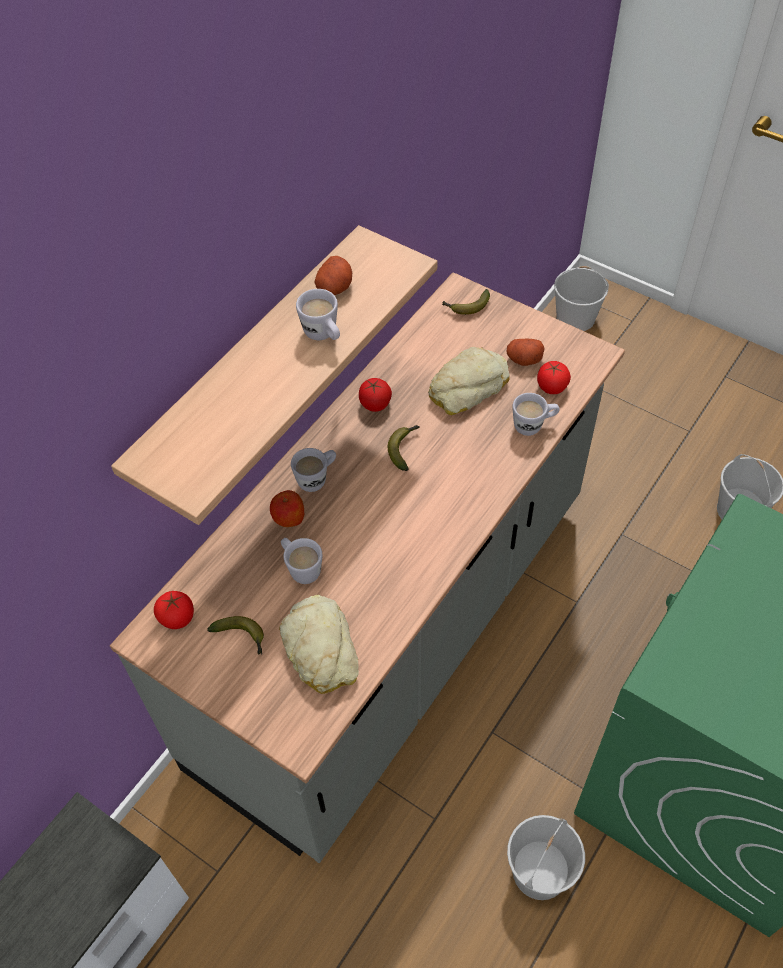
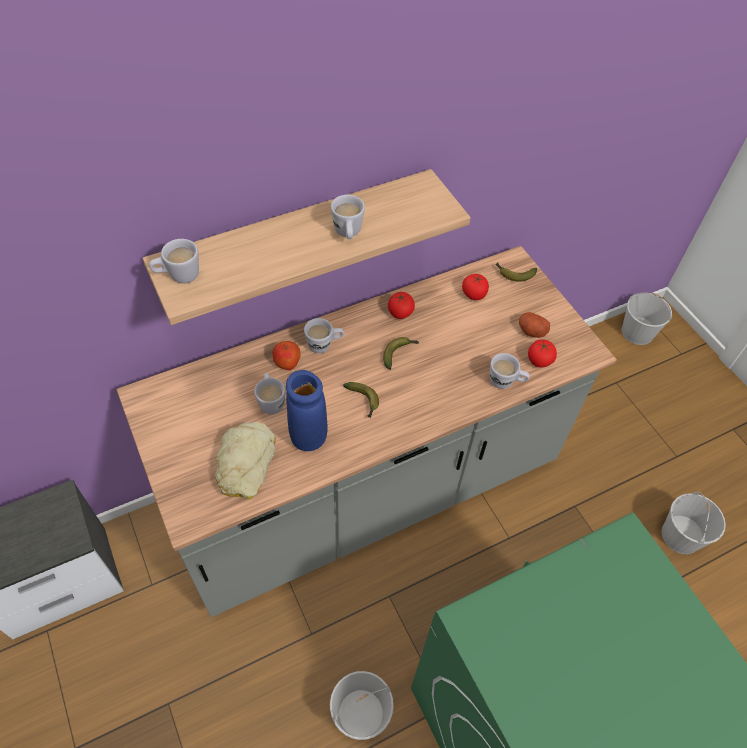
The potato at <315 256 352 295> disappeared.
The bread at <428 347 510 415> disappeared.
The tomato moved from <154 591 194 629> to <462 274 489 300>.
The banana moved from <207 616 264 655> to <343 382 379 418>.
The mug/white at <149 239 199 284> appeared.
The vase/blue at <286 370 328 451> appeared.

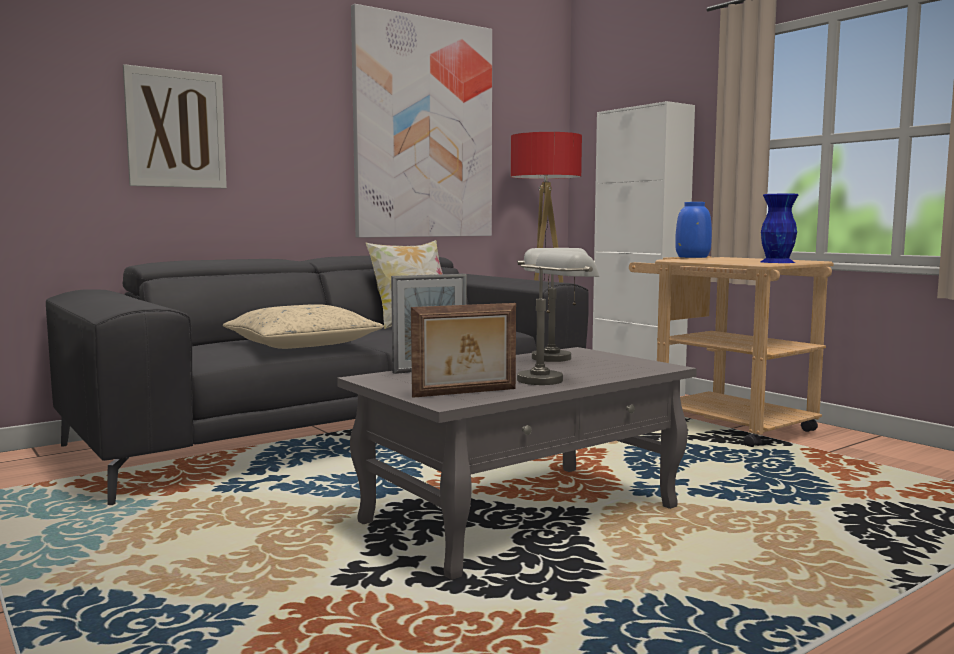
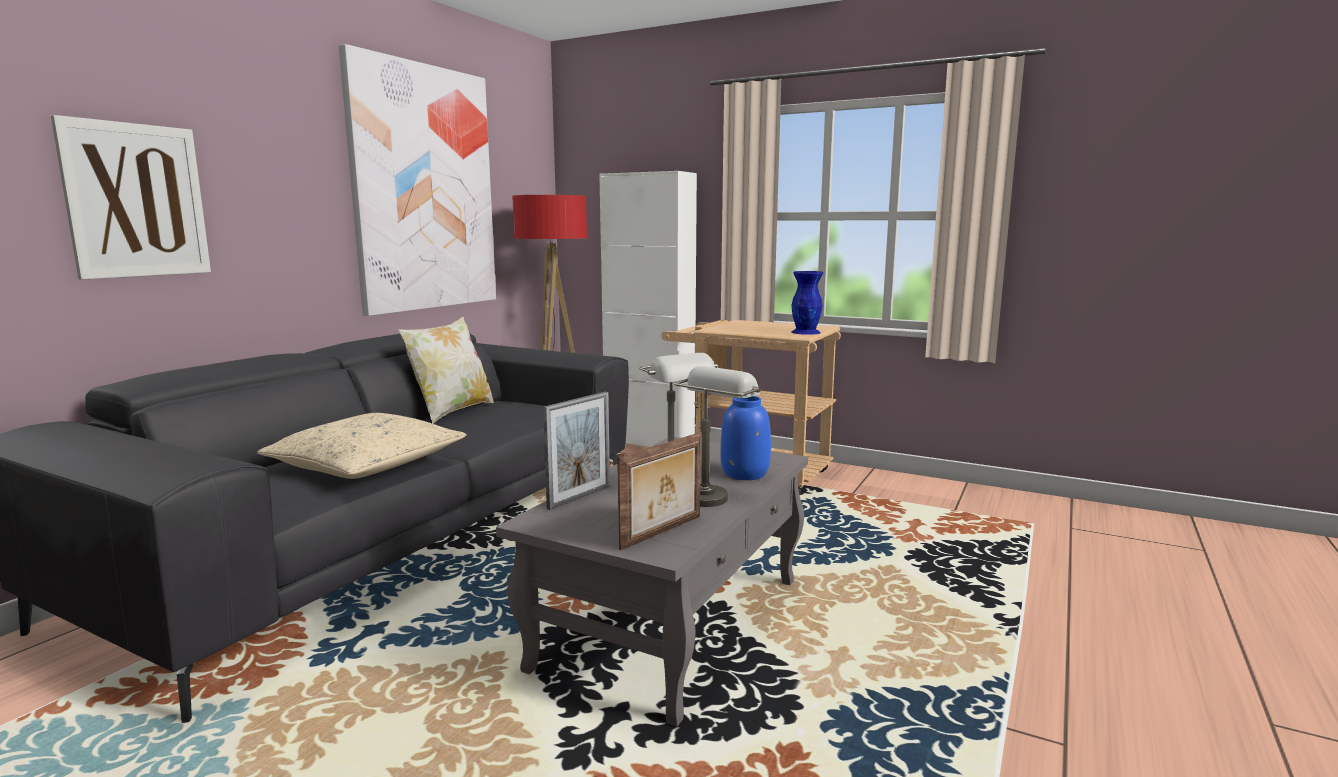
The vase/blue moved from <675 202 712 258> to <720 396 771 480>.

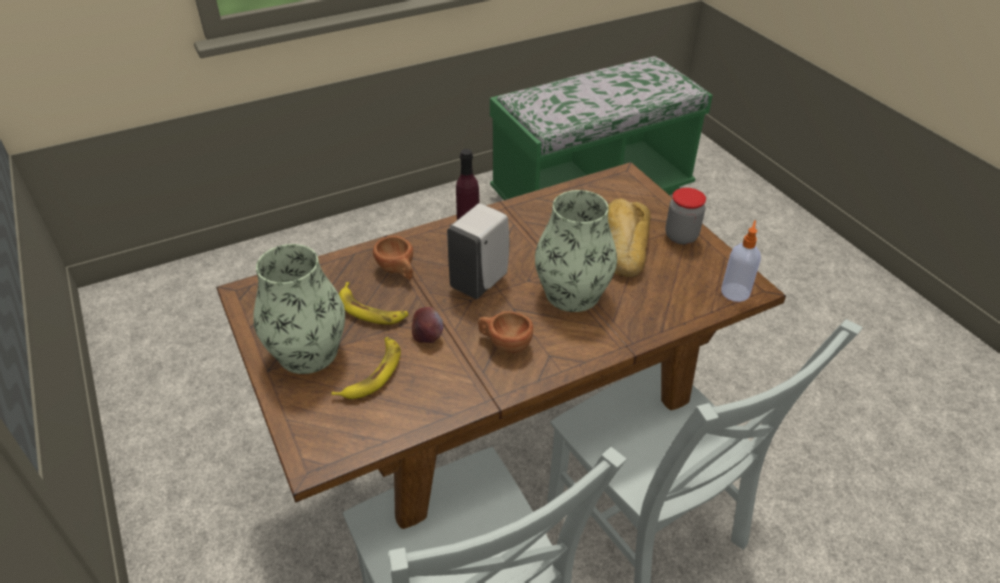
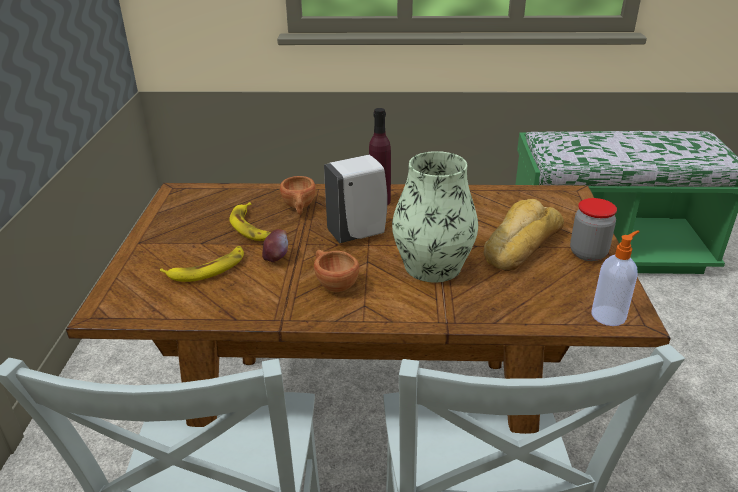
The vase at <253 244 345 374> disappeared.

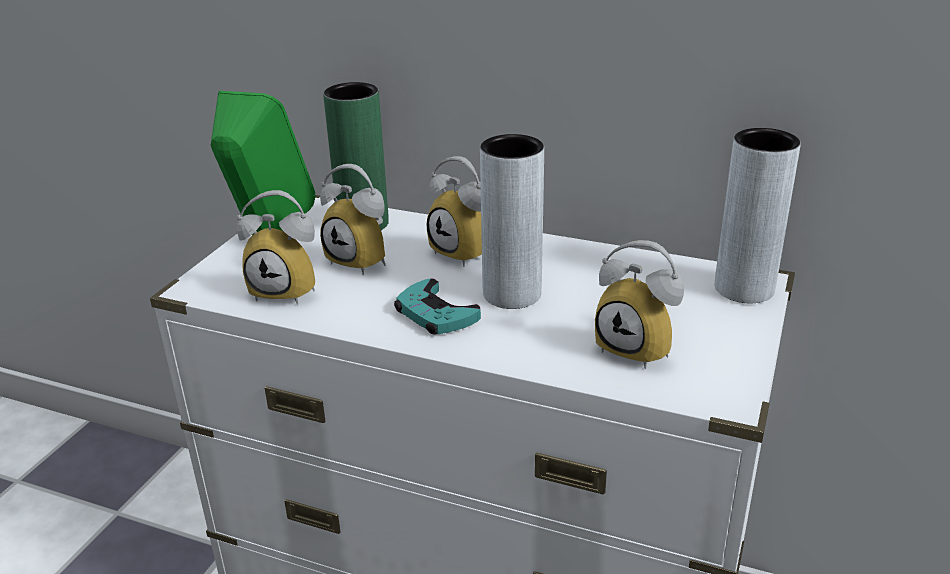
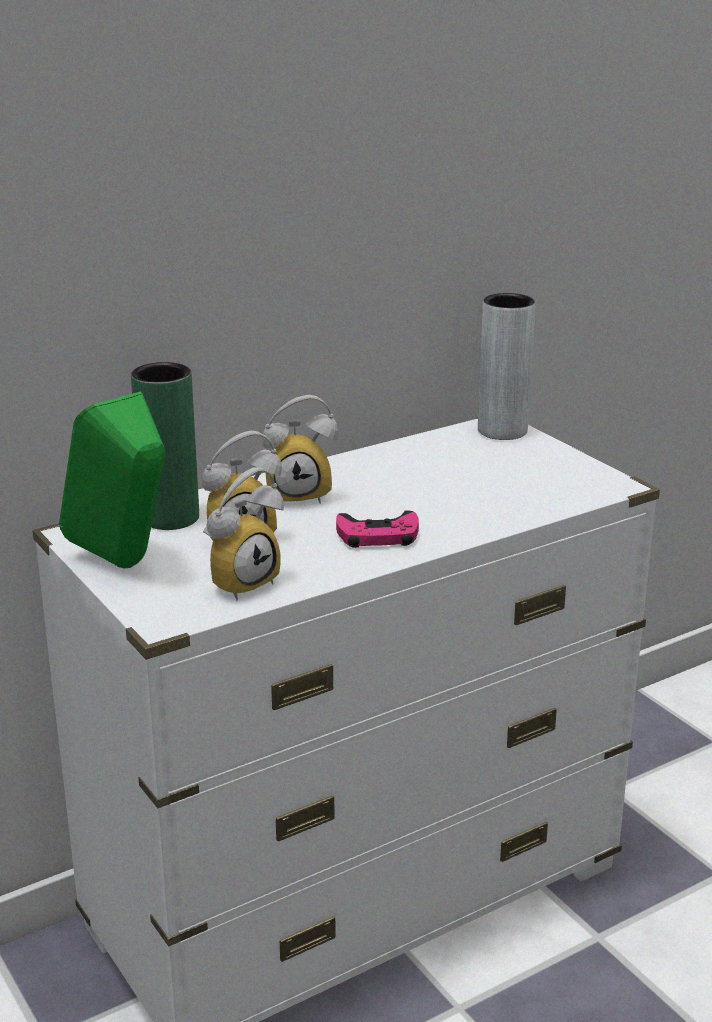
The vase/grey at <480 134 544 309> disappeared.
The alarm clock at <595 240 684 369> disappeared.
The game controller/turquoise at <394 278 481 335> became the game controller/pink at <336 510 419 548>.

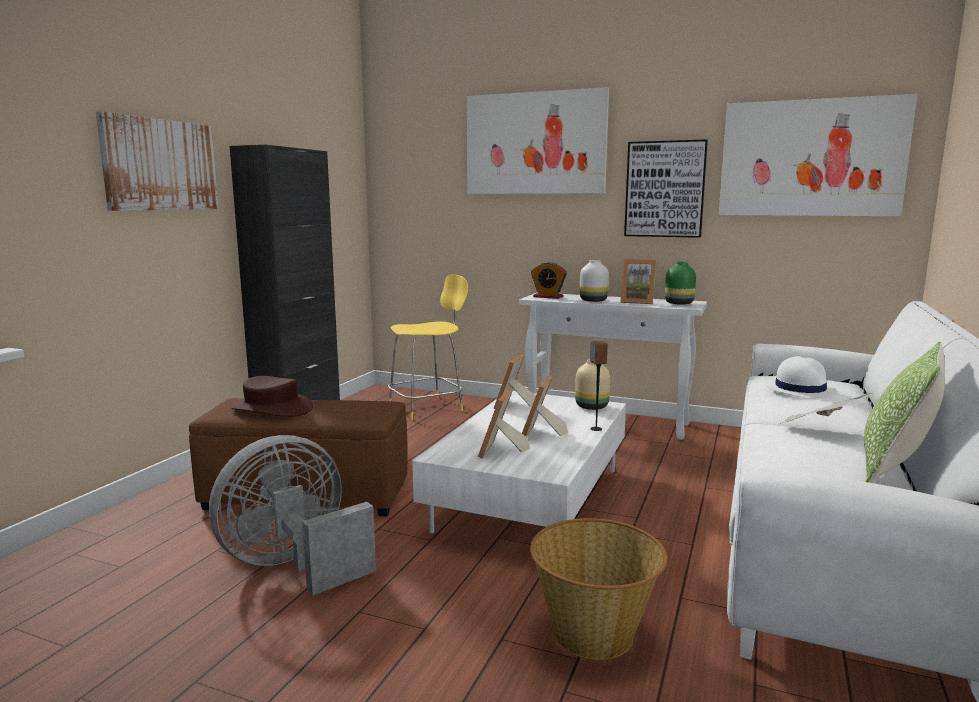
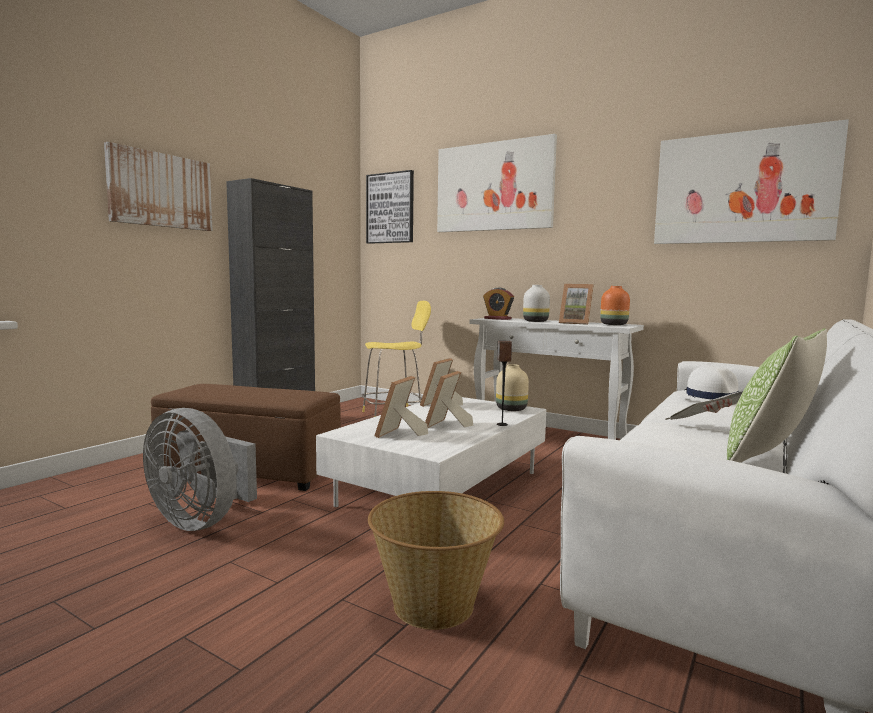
The picture moved from <624 139 708 238> to <366 170 414 244>.
The vase/green at <665 262 696 305> became the vase/orange at <600 286 630 325>.
The hat/brown at <231 376 313 417> disappeared.
The fan/grey at <209 435 376 595> turned 120 degrees counterclockwise.

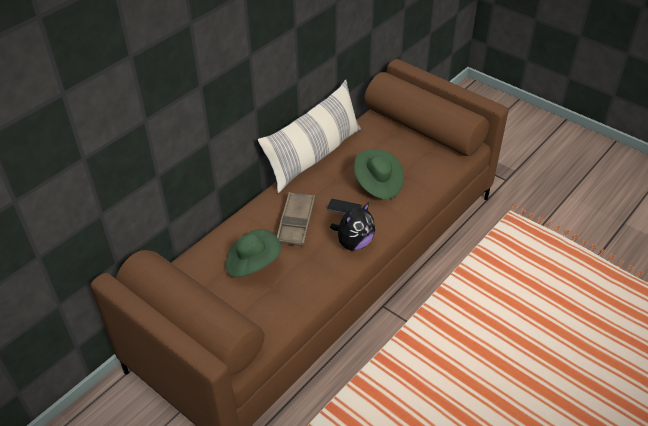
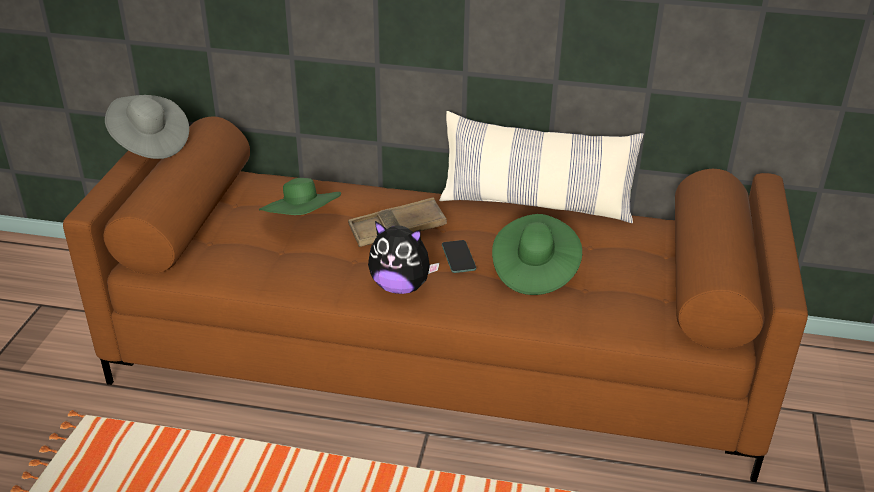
The hat/grey at <105 95 189 159> appeared.

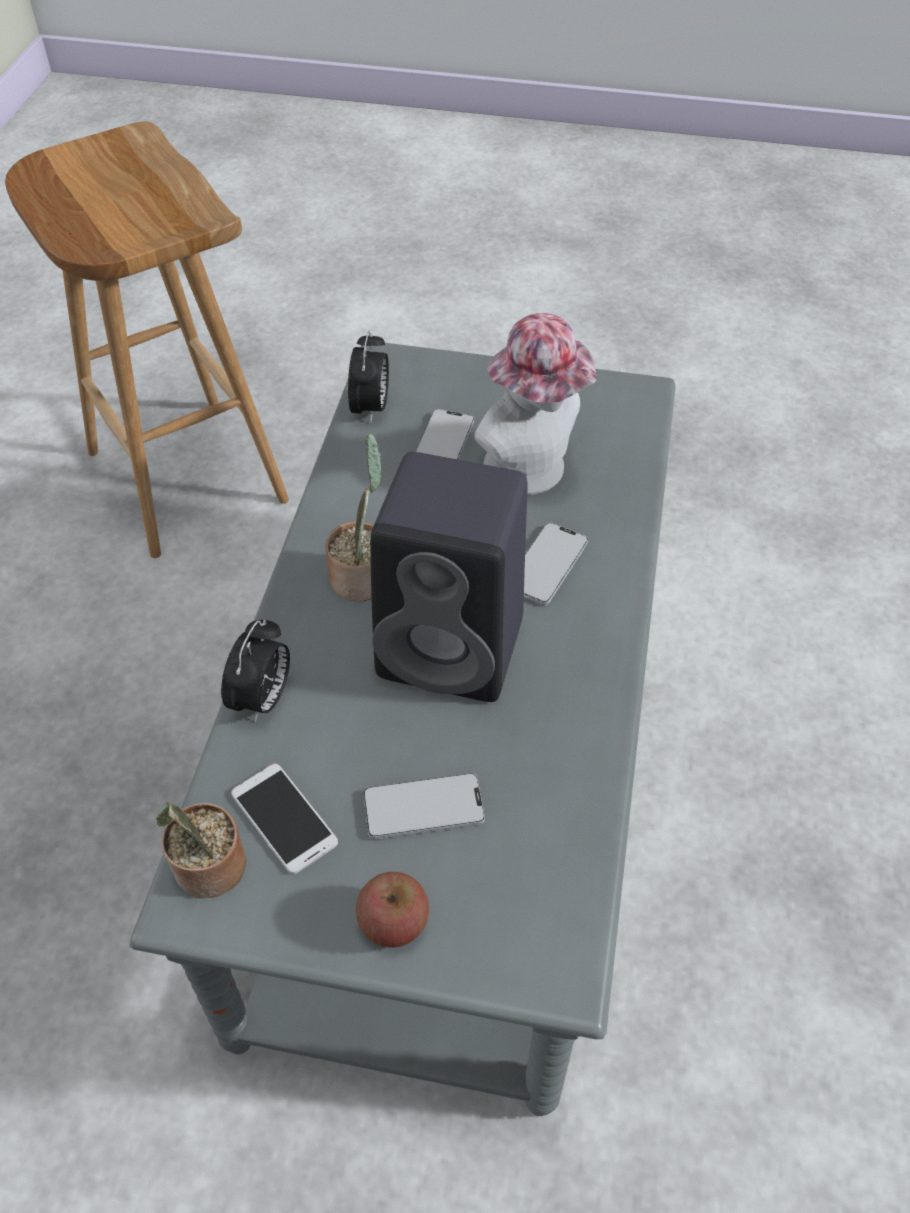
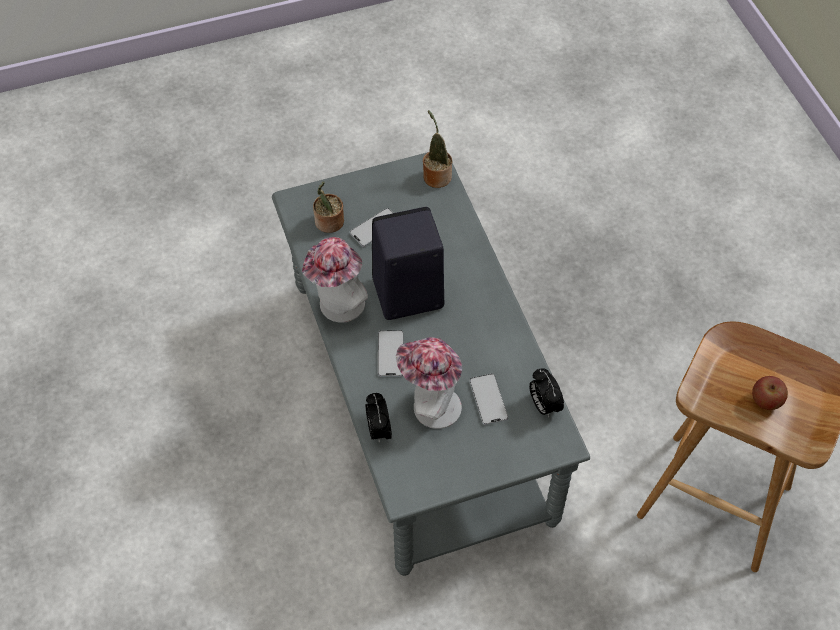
The potted plant moved from <325 433 381 601> to <313 181 344 233>.
The alarm clock moved from <221 620 290 722> to <365 393 392 443>.
The phone at <231 763 338 874> disappeared.
The apple moved from <356 872 429 947> to <752 376 788 410>.
The hat at <302 237 368 323> appeared.

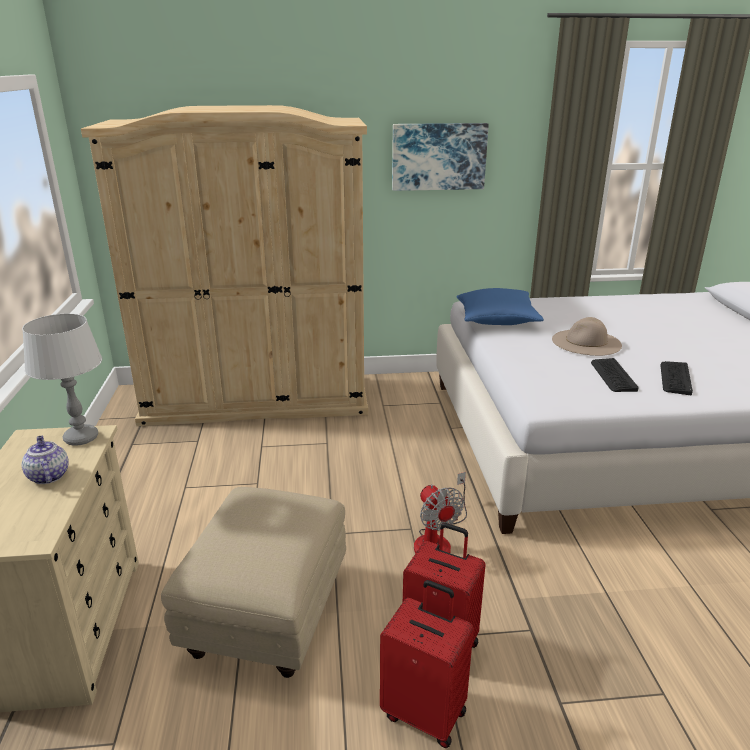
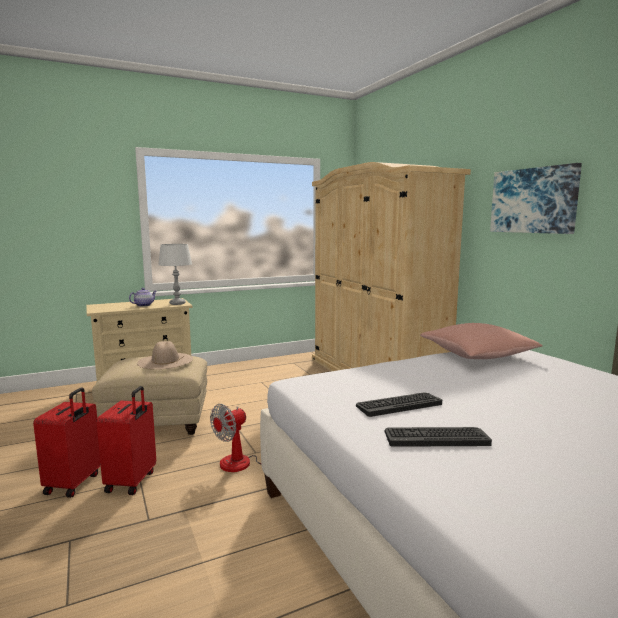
The pillow/blue at <457 288 544 325> became the pillow/pink at <420 323 543 359>.
The hat/beige moved from <552 317 622 356> to <137 341 193 370>.

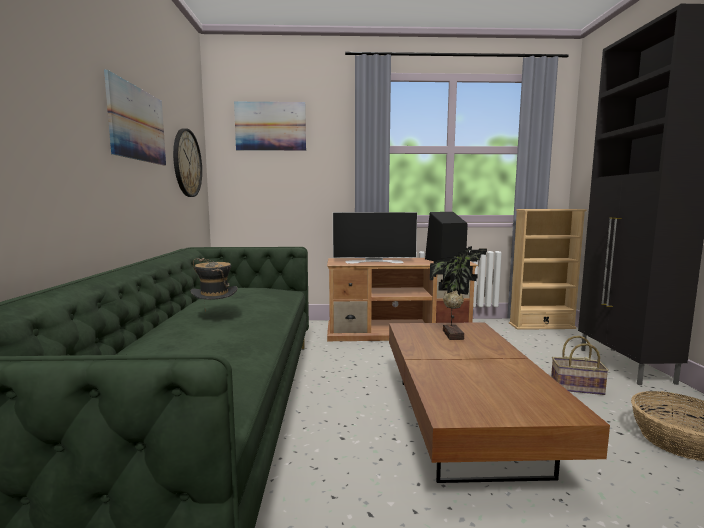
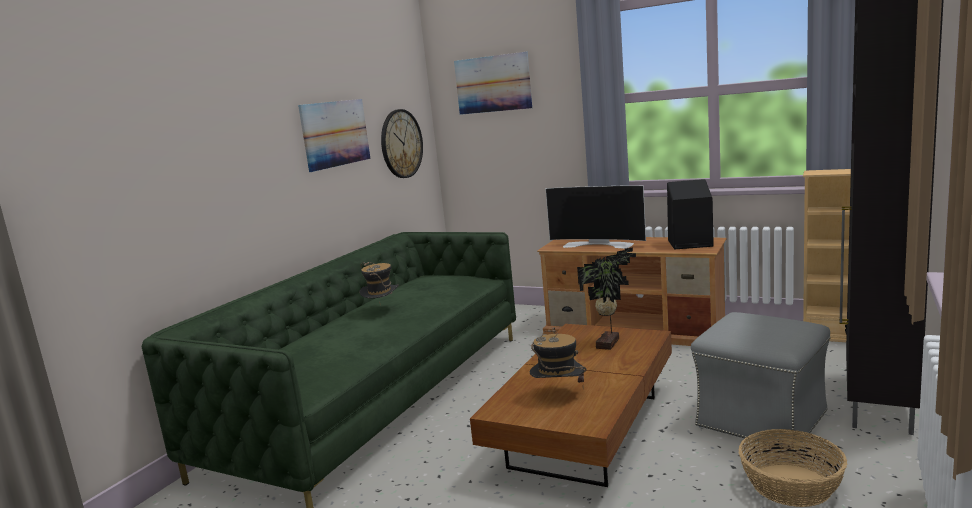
The basket at <551 336 609 395> was replaced by the ottoman/grey at <691 312 830 450>.
The hat at <530 327 586 389> appeared.

